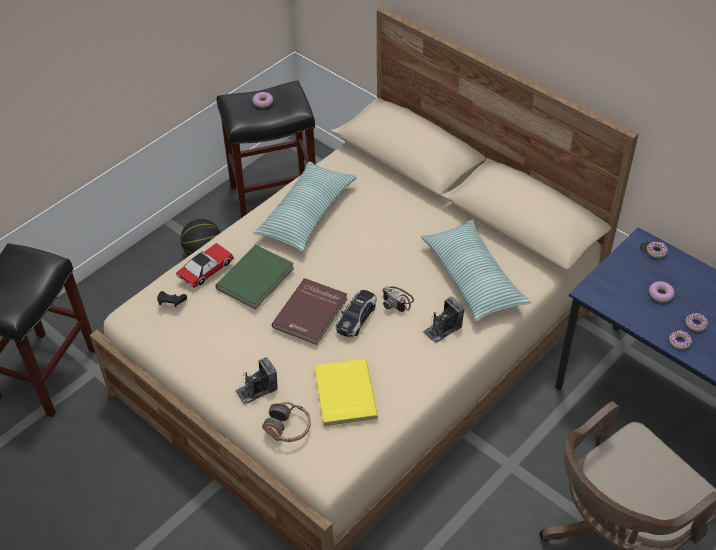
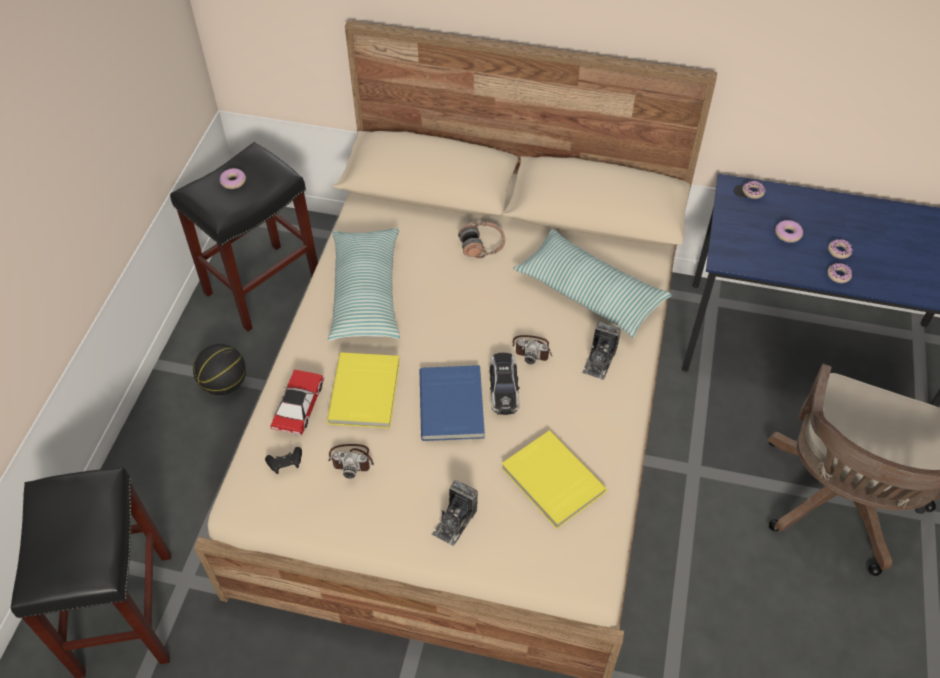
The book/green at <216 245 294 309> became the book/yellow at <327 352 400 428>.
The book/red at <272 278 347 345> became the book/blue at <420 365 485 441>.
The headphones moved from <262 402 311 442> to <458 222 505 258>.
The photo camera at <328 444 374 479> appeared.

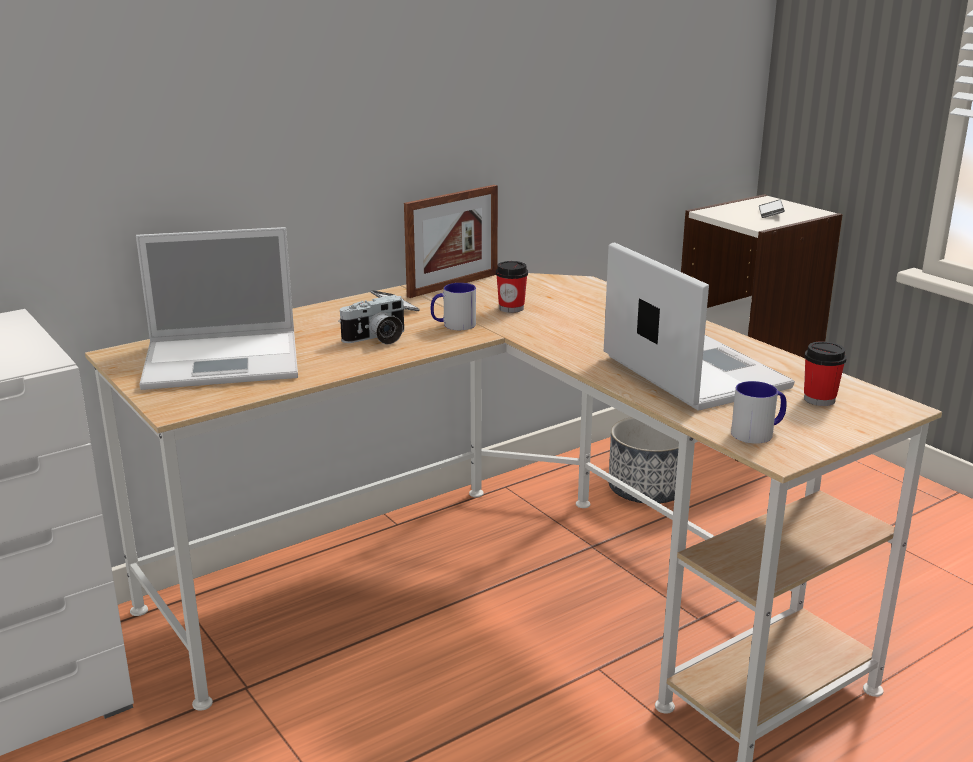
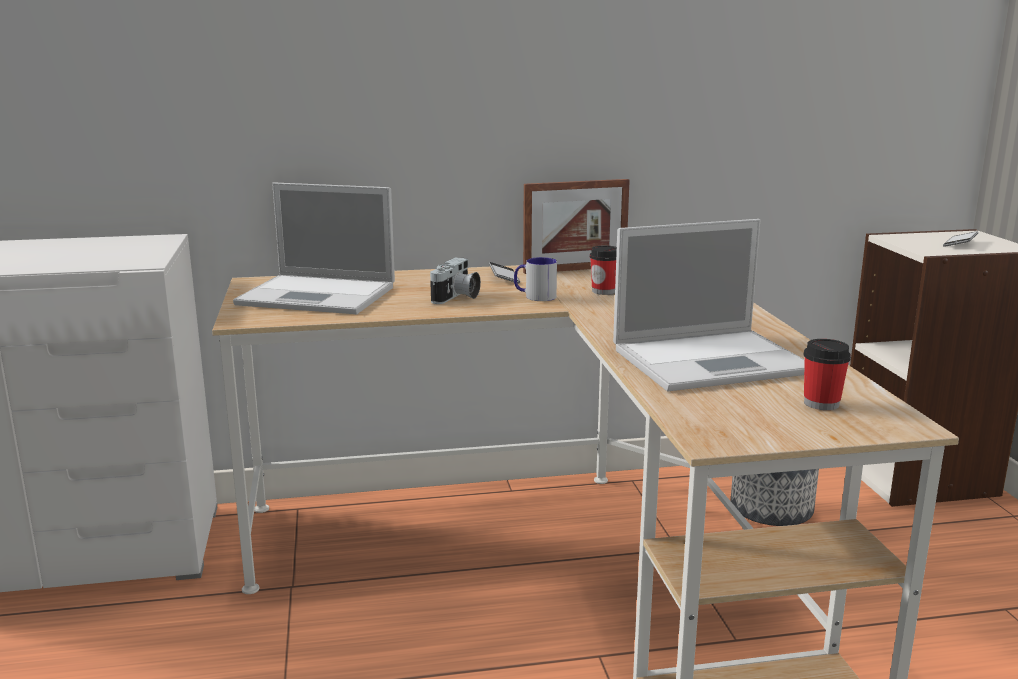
The laptop at <604 242 795 411> turned 75 degrees clockwise.
The photo camera at <338 295 405 344> turned 60 degrees counterclockwise.
The mug at <731 381 787 444> disappeared.

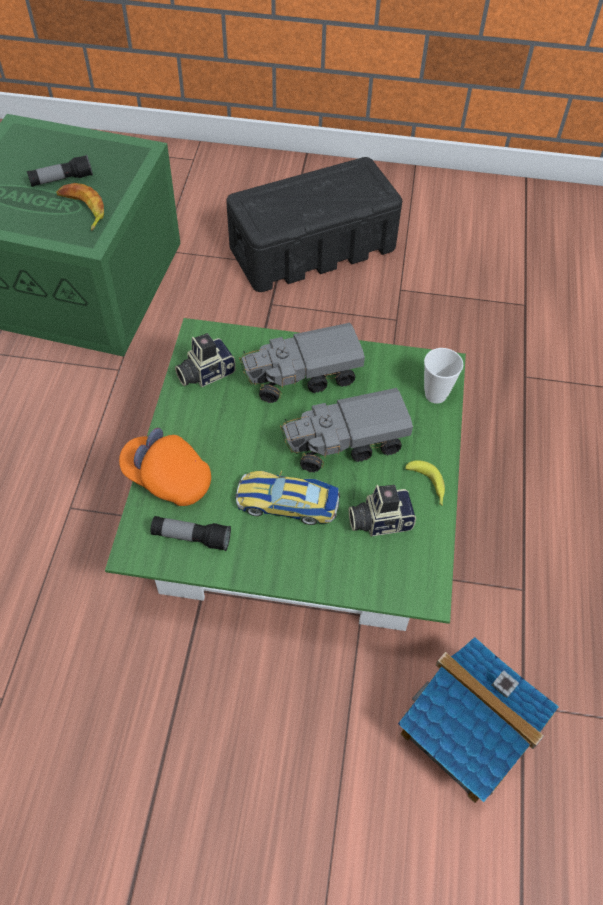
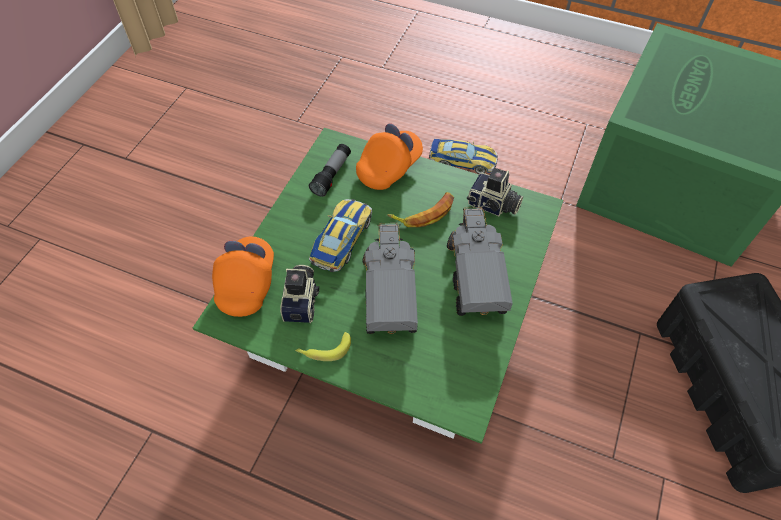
The flashlight at <27 155 93 187> disappeared.
The banana moved from <56 183 104 231> to <387 192 454 227>.
The photo camera at <175 333 236 387> turned 135 degrees clockwise.
The cup at <424 348 463 404> disappeared.
The toy house at <398 637 559 803> disappeared.
The toy car at <429 139 498 174> appeared.
The cap/orange at <212 236 274 317> appeared.

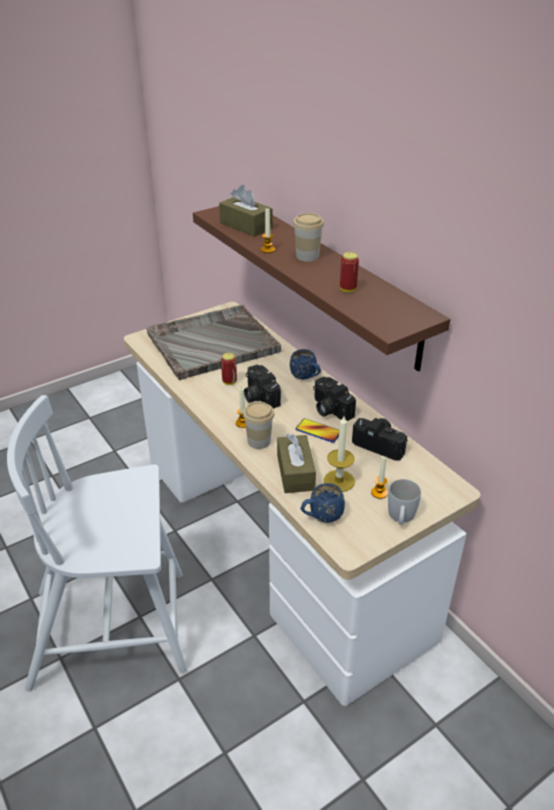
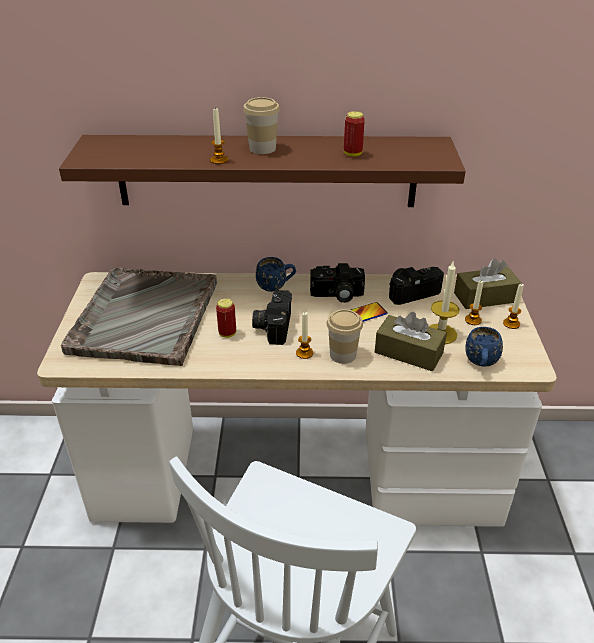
The tissue box/brown moved from <219 185 272 237> to <454 259 522 309>.
The photo camera at <244 365 281 409> turned 90 degrees clockwise.
The mug/white at <388 479 421 525> was replaced by the candle at <503 283 524 329>.

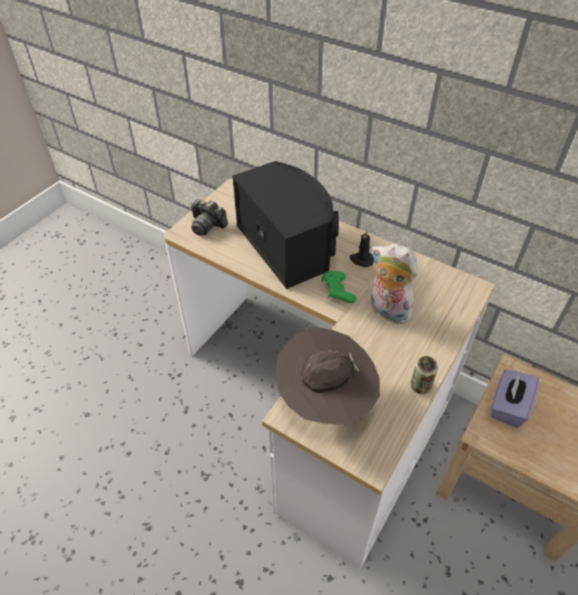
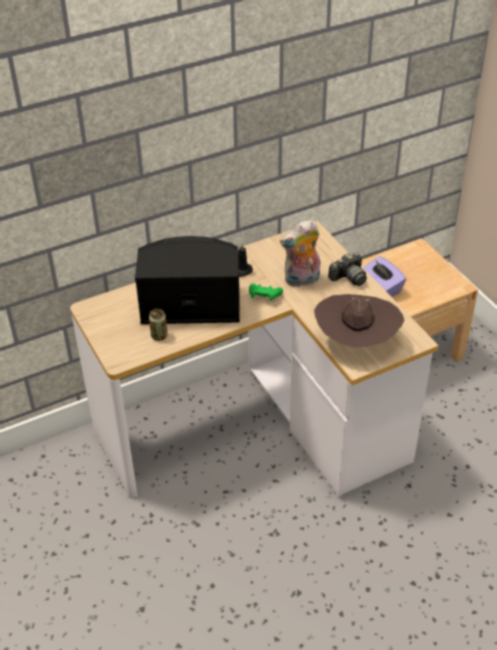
The photo camera moved from <191 199 228 236> to <328 253 367 286>.
The can moved from <410 356 438 394> to <149 309 168 341>.

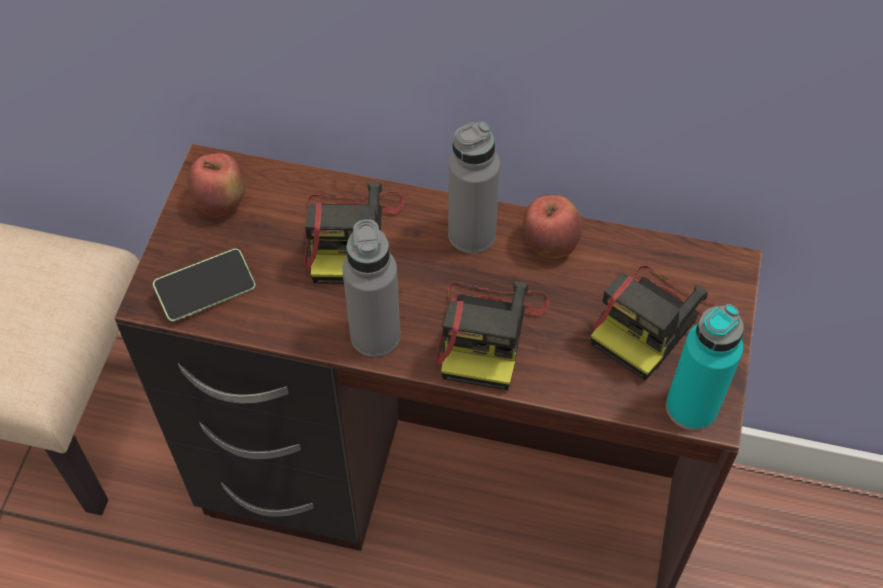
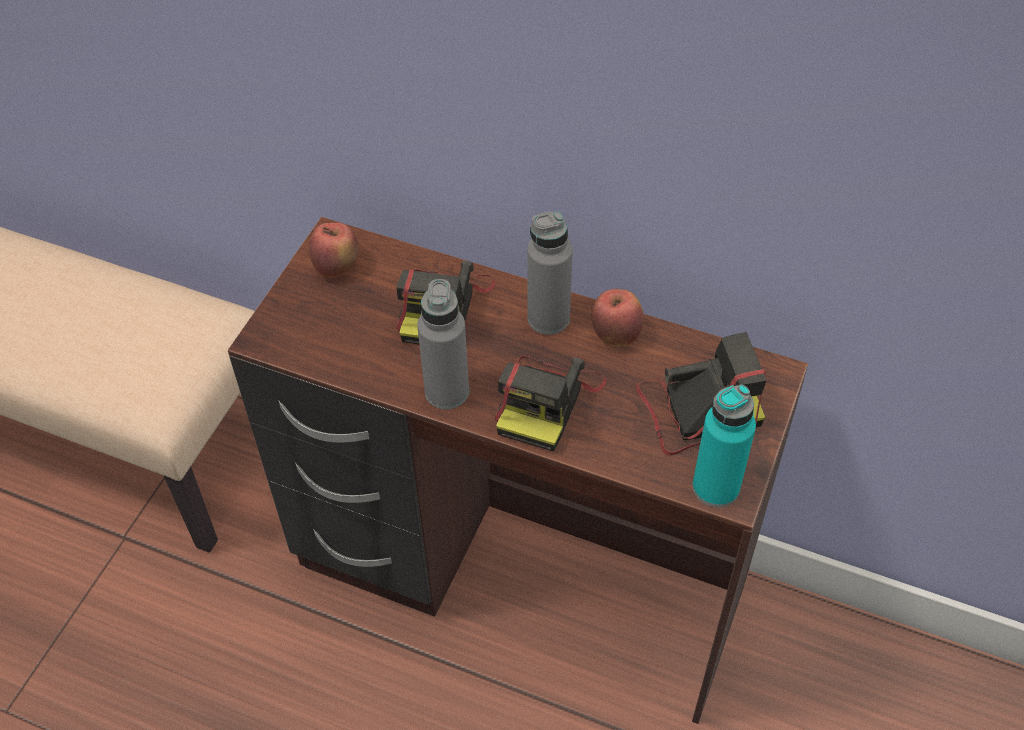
The phone at <153 248 255 322> disappeared.
The photo camera at <591 265 719 380> turned 150 degrees counterclockwise.

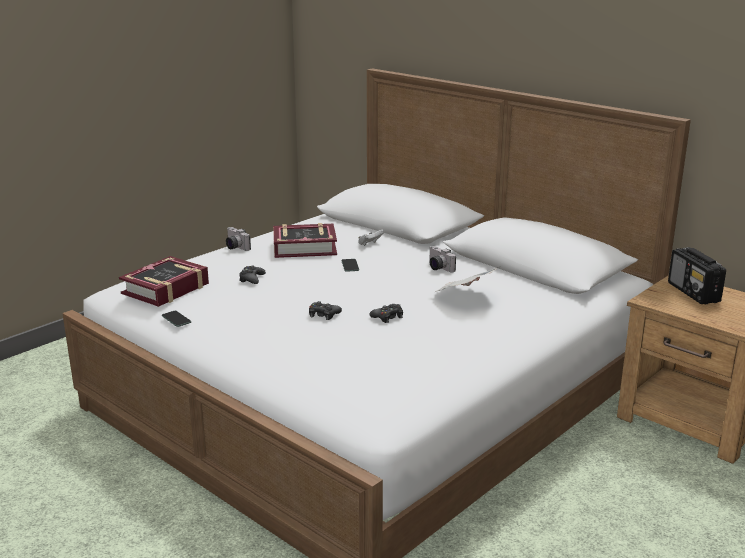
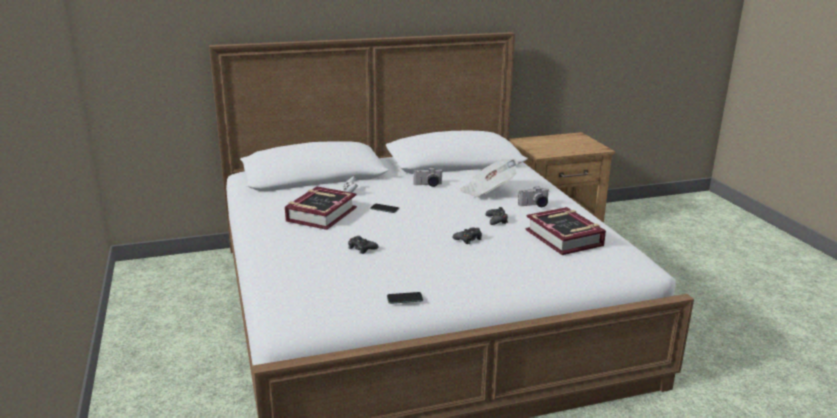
The photo camera moved from <226 227 251 251> to <518 187 549 207>.
The radio at <668 247 726 305> disappeared.
The book moved from <119 256 209 307> to <525 207 606 255>.

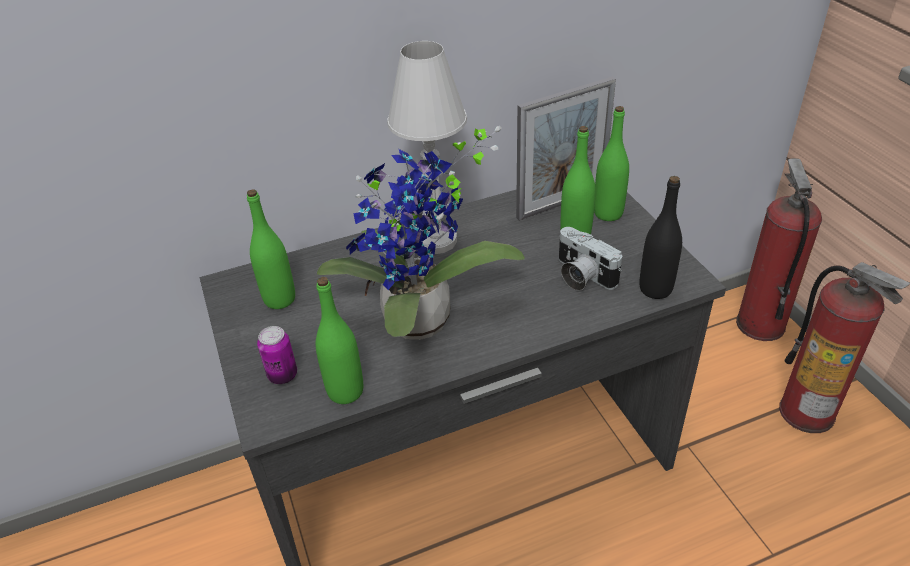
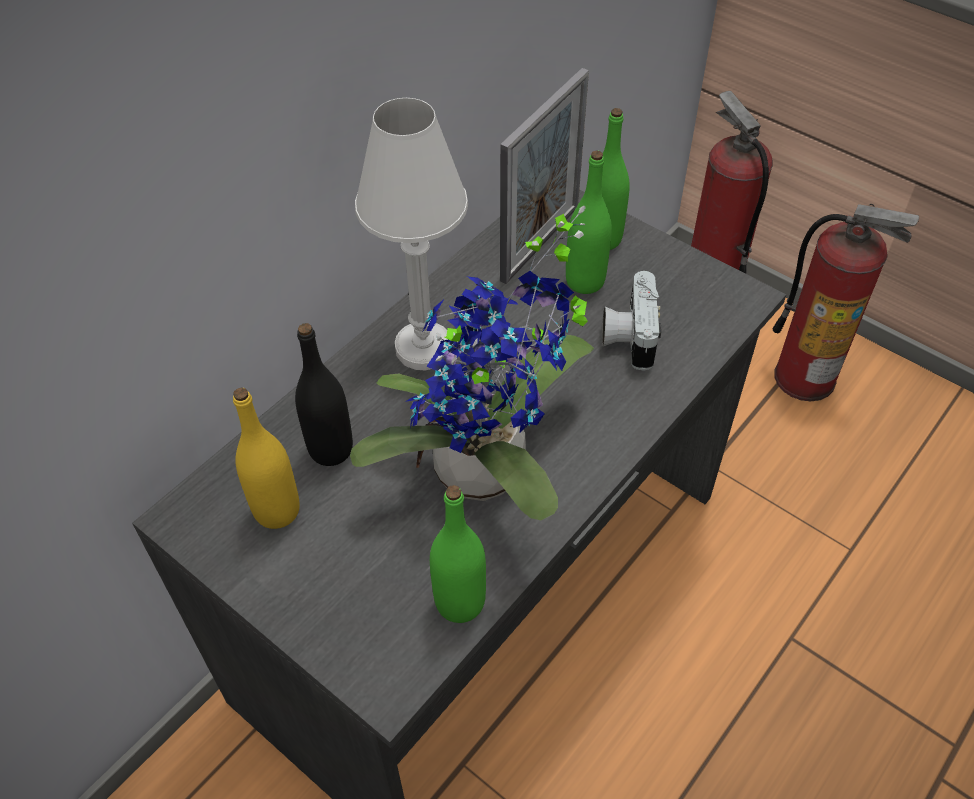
The bottle/black moved from <640 176 682 299> to <295 323 353 466>.
The bottle/green at <247 189 295 309> became the bottle/yellow at <233 388 300 529>.
The photo camera at <559 227 622 291> turned 75 degrees clockwise.
The can at <257 326 297 384> disappeared.

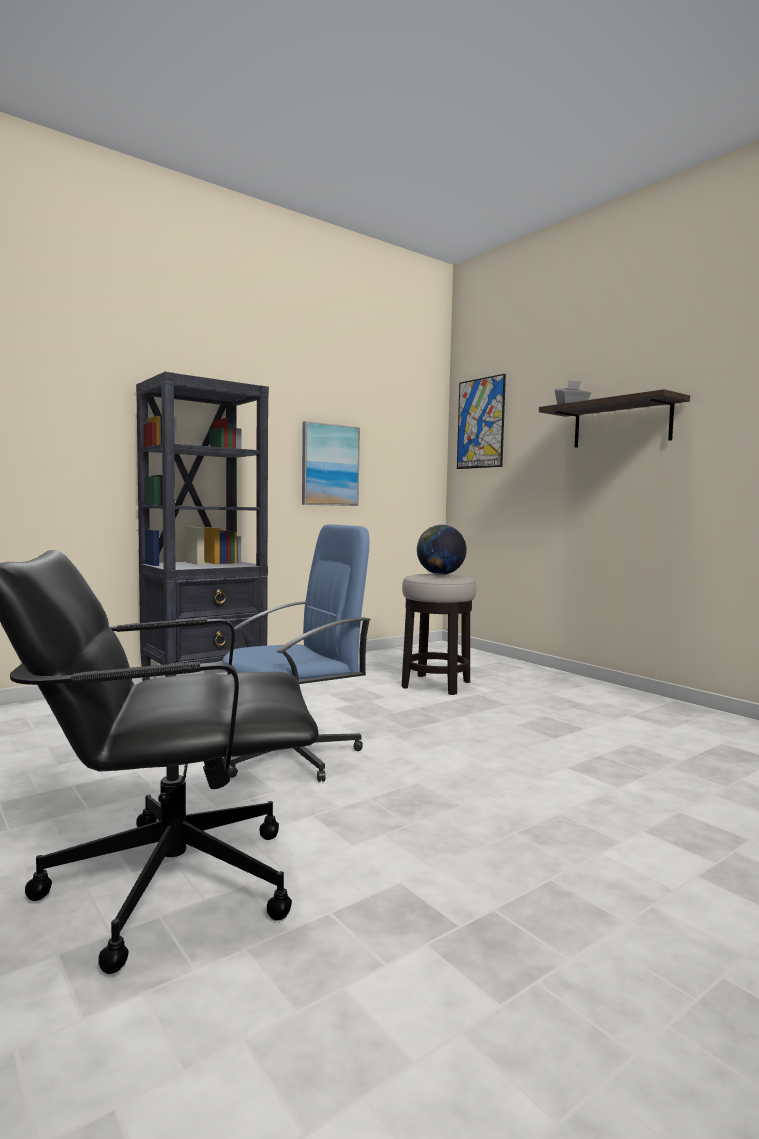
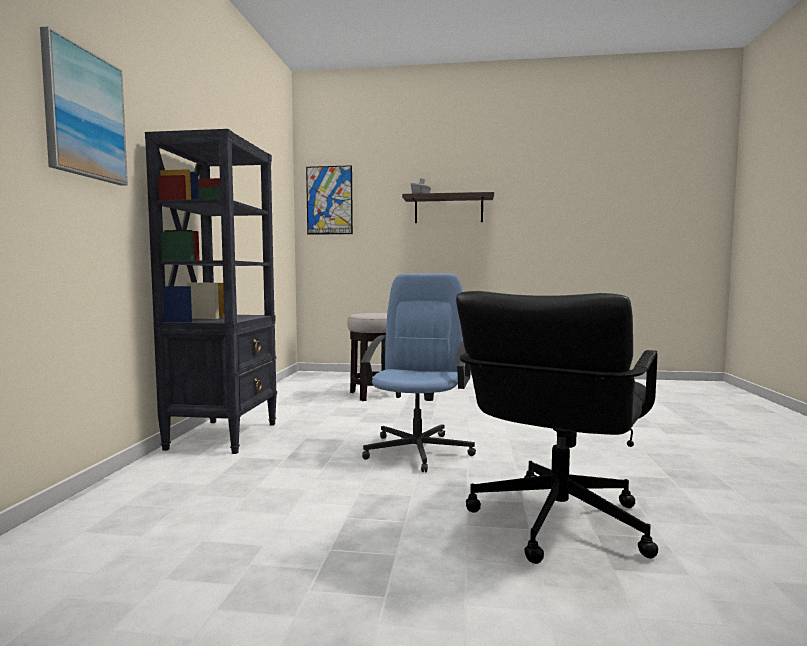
The picture moved from <302 421 360 506> to <40 26 128 186>.
The globe at <417 525 467 575> disappeared.

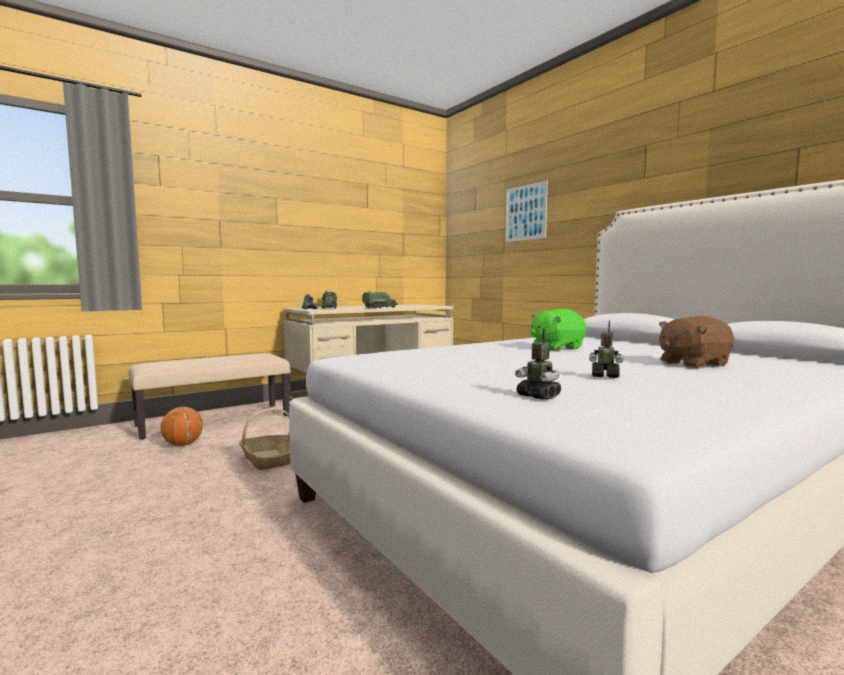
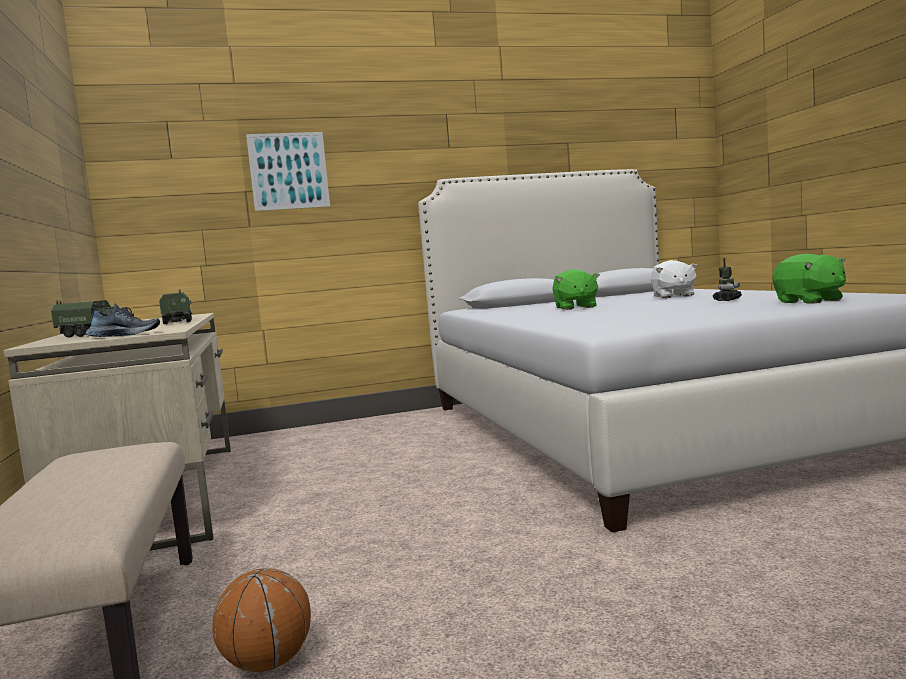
The plush toy/brown at <659 316 734 368> became the plush toy/white at <651 260 698 298>.
The toy robot at <515 328 561 400> was replaced by the plush toy/green at <773 254 846 303>.
The basket at <239 408 291 470> disappeared.

